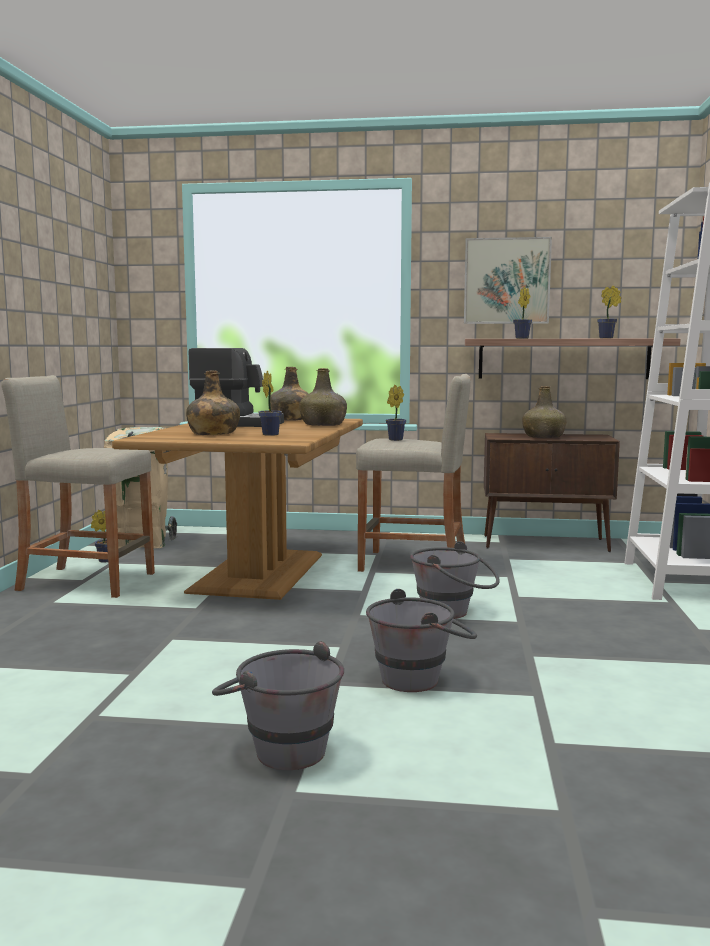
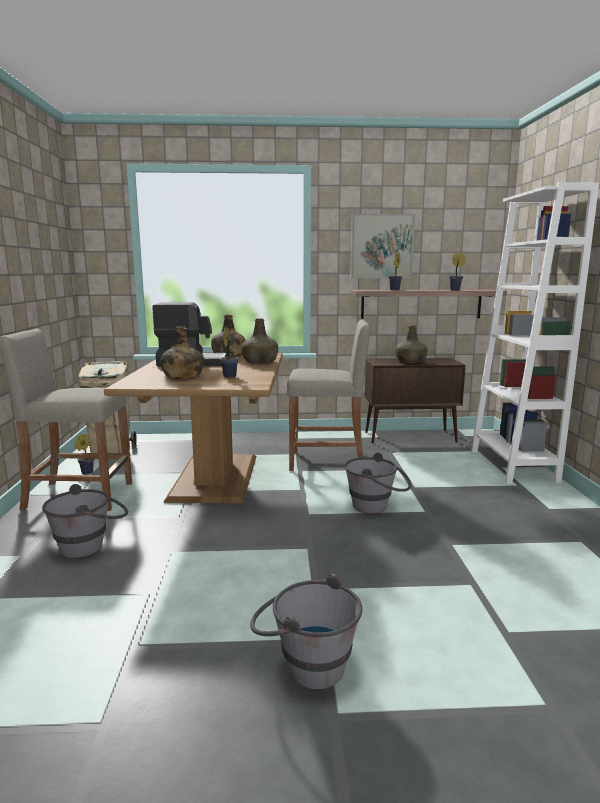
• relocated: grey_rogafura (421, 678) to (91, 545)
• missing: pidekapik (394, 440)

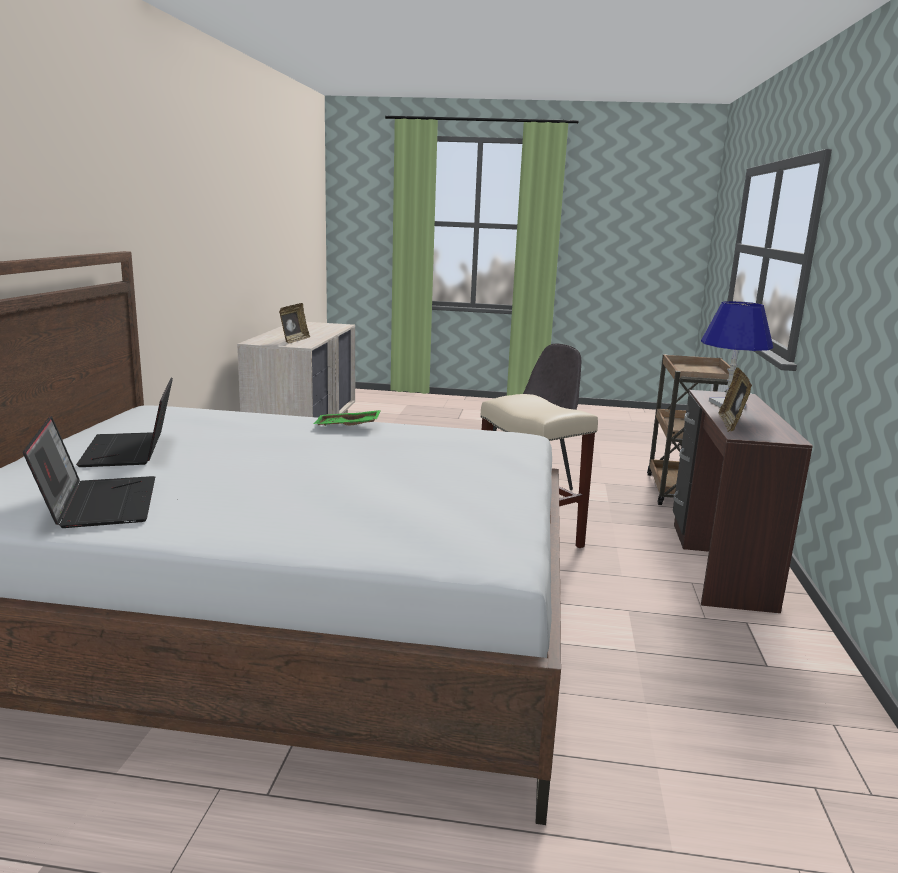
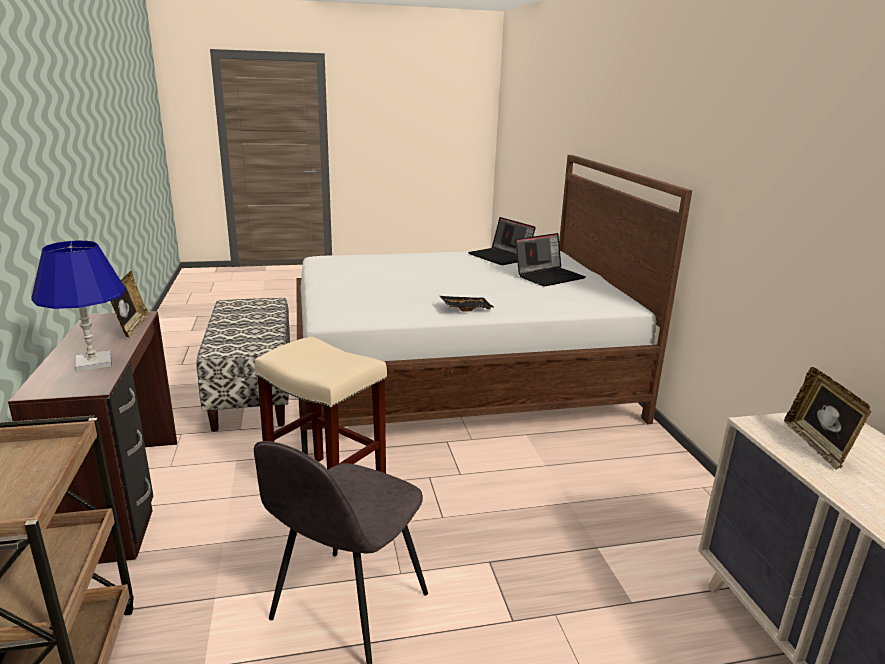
• appeared: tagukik (253, 391)
• colour: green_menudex (347, 426) to black_menudex (466, 308)
• spun: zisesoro (131, 451) = (549, 276) 90 degrees clockwise

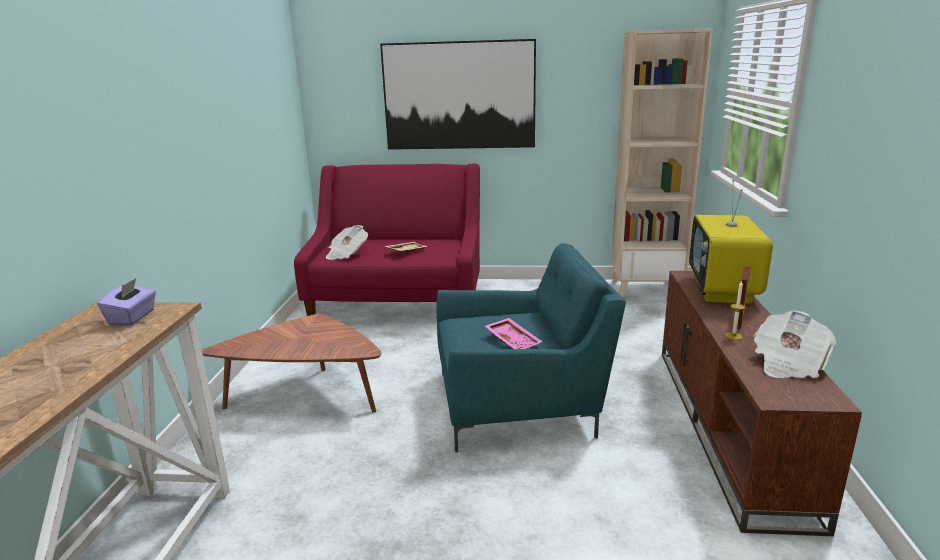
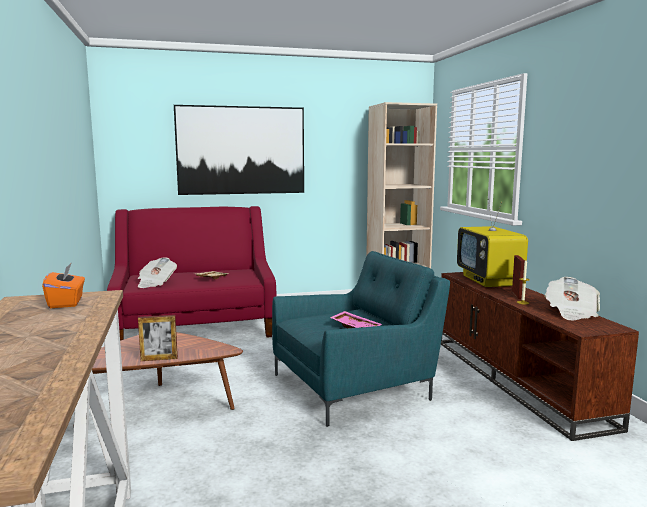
• colour: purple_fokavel (133, 317) to orange_fokavel (66, 302)
• appeared: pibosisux (159, 359)

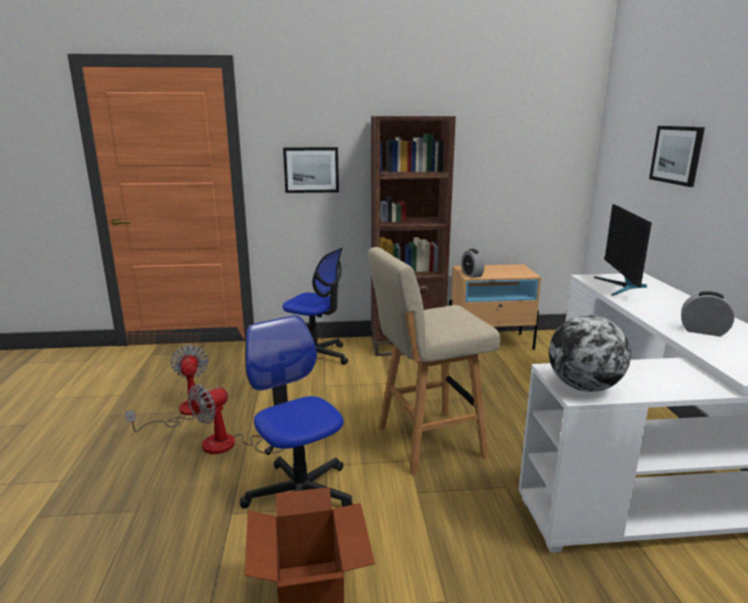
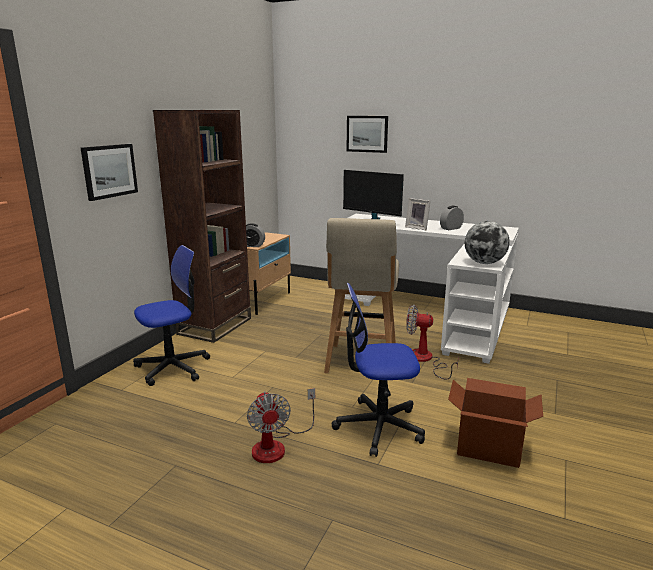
• appeared: pibosisux (417, 228)
• relocated: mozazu (184, 412) to (425, 360)

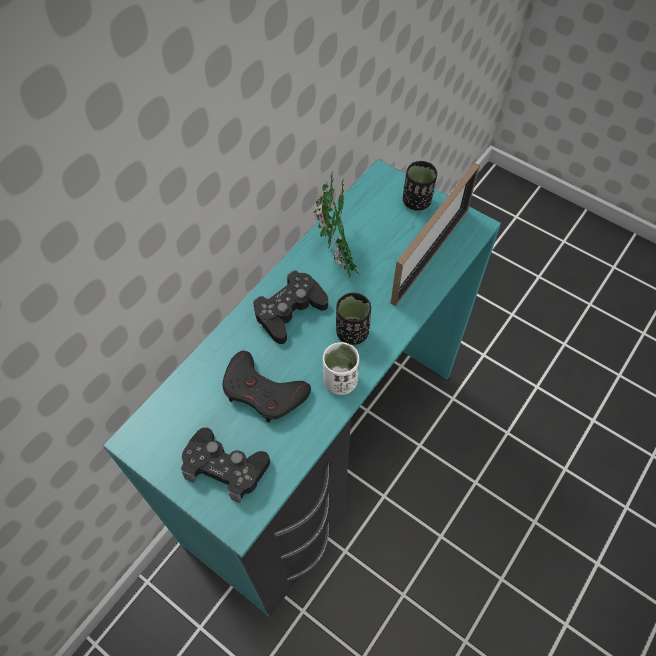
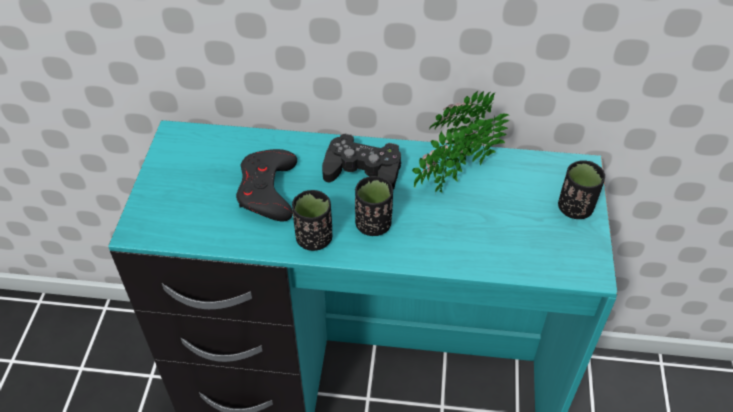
• colour: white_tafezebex (340, 381) to black_tafezebex (314, 238)
• missing: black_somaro (225, 467)
• missing: pibosisux (430, 255)

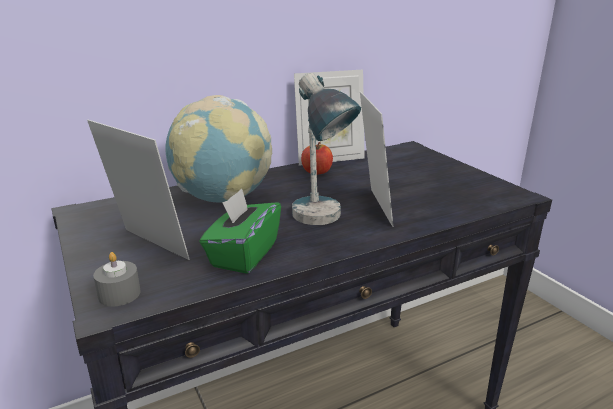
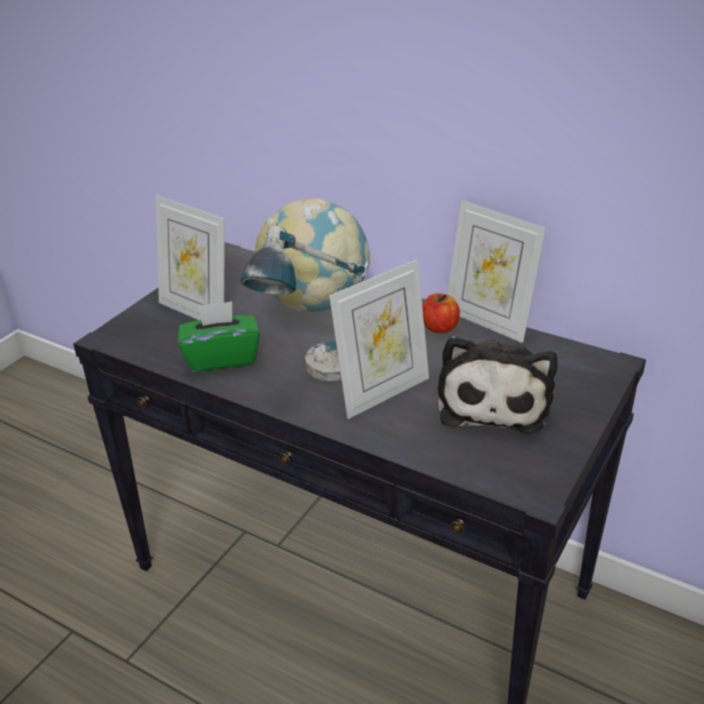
• spun: pibosisux (147, 248) = (197, 312) 120 degrees clockwise
• appeared: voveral (494, 401)
• missing: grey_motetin (119, 294)

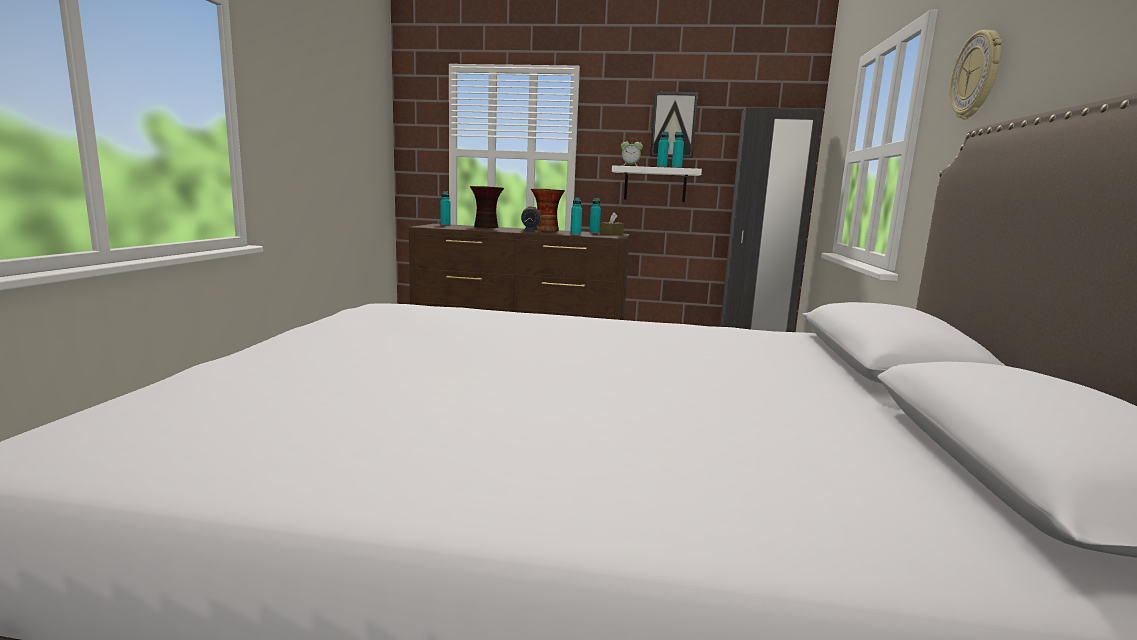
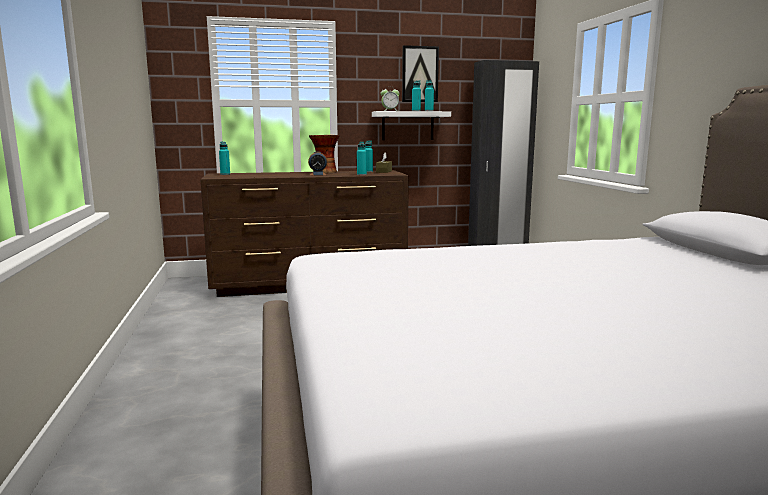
• missing: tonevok (486, 227)
• missing: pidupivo (977, 75)

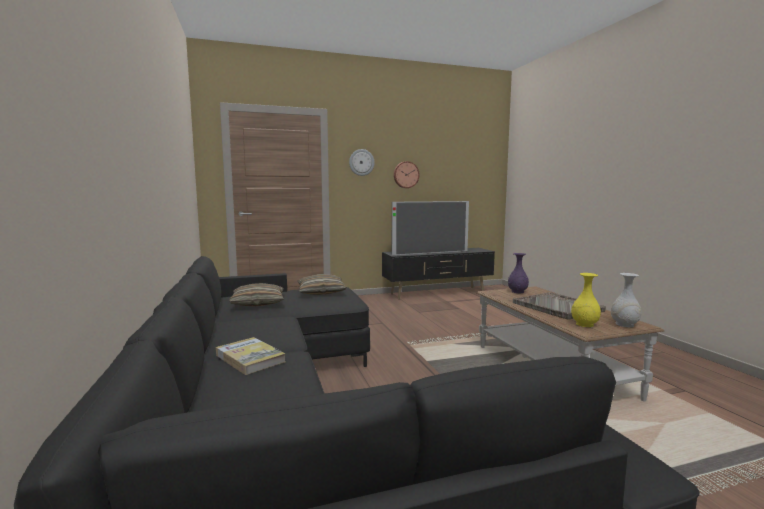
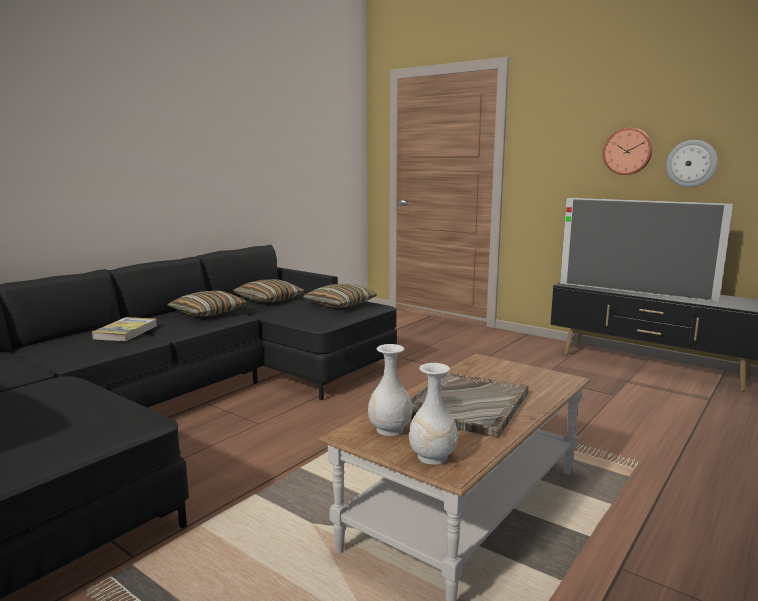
• appeared: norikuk (208, 313)
• colour: yellow_tonevok (584, 324) to white_tonevok (390, 429)
• relocated: pidupivo (361, 162) to (691, 163)
• missing: purple_tonevok (517, 292)

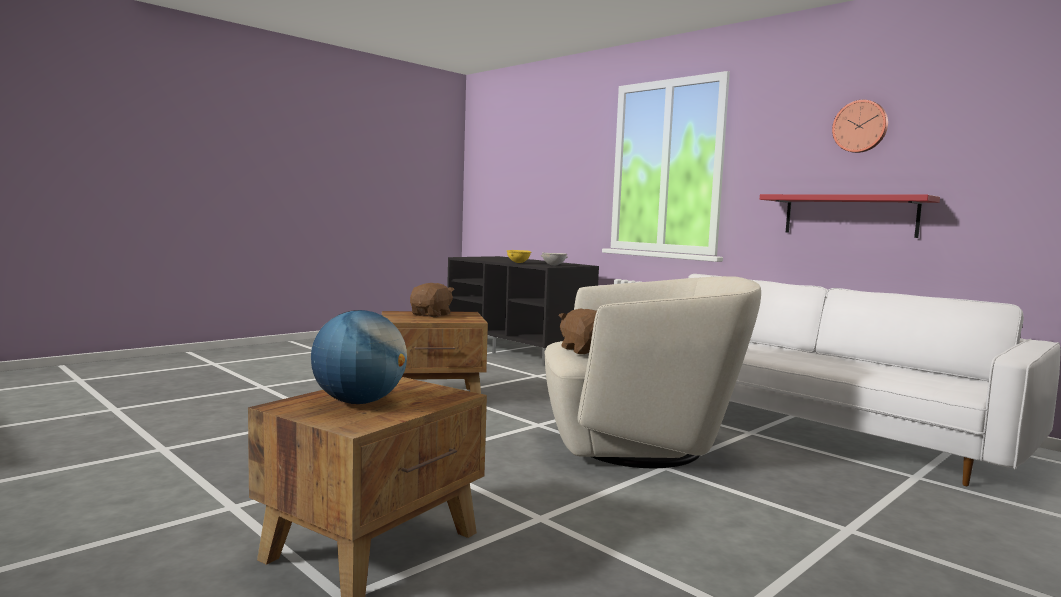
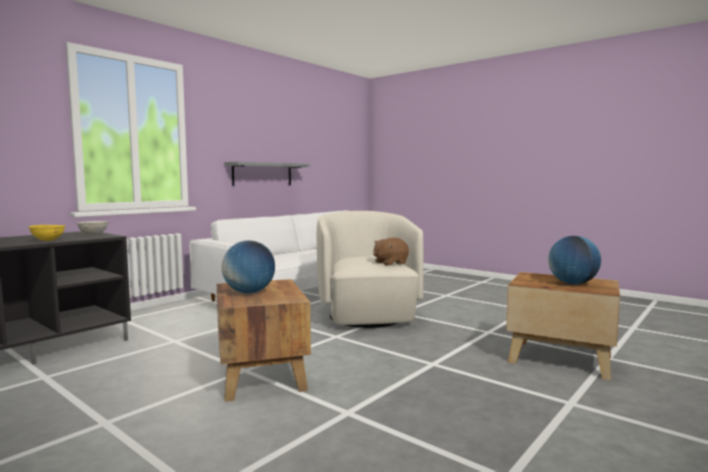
• exchanged: brown_voveral (431, 315) to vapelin (249, 292)
• colour: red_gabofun (849, 215) to grey_gabofun (262, 174)
• missing: pidupivo (860, 126)

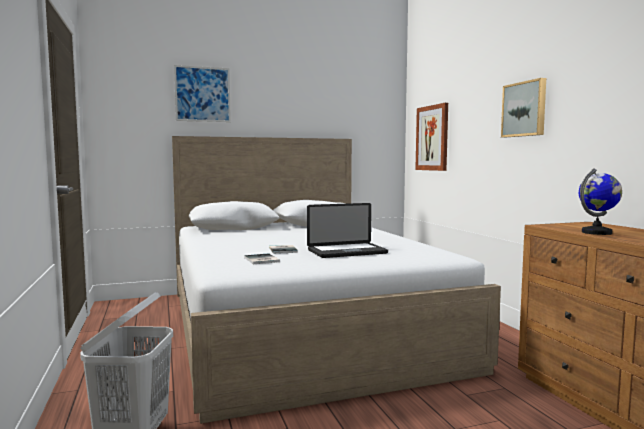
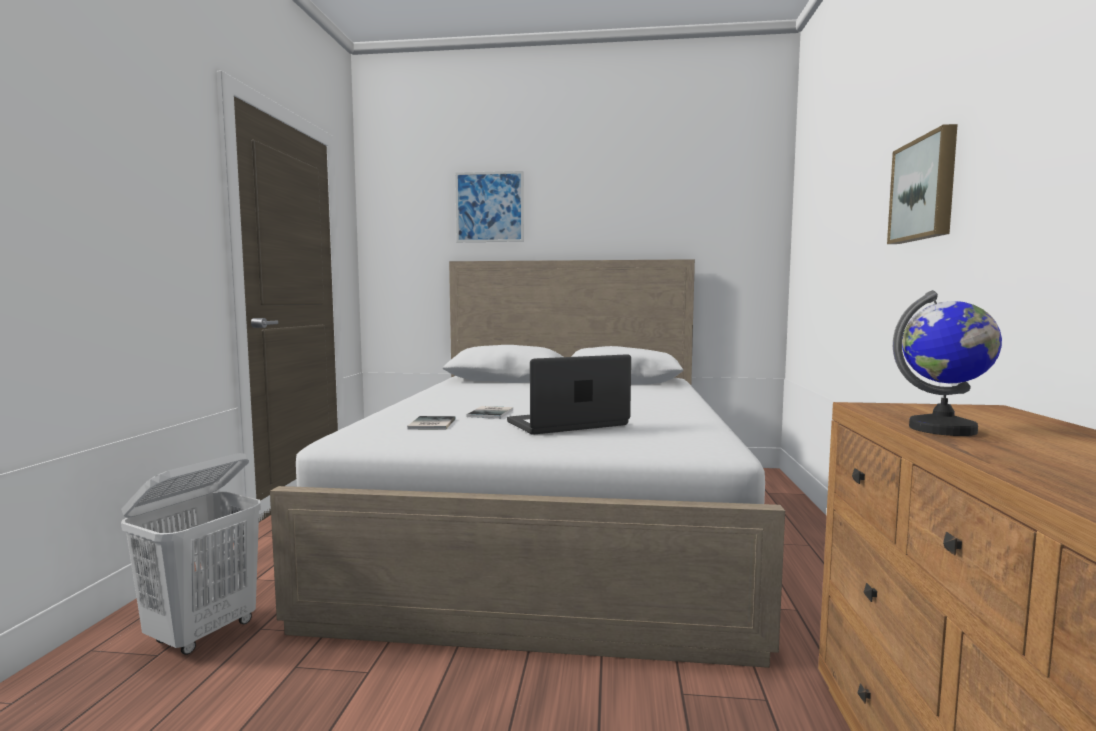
• spun: zisesoro (347, 252) = (567, 424) 150 degrees clockwise
• missing: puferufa (432, 138)

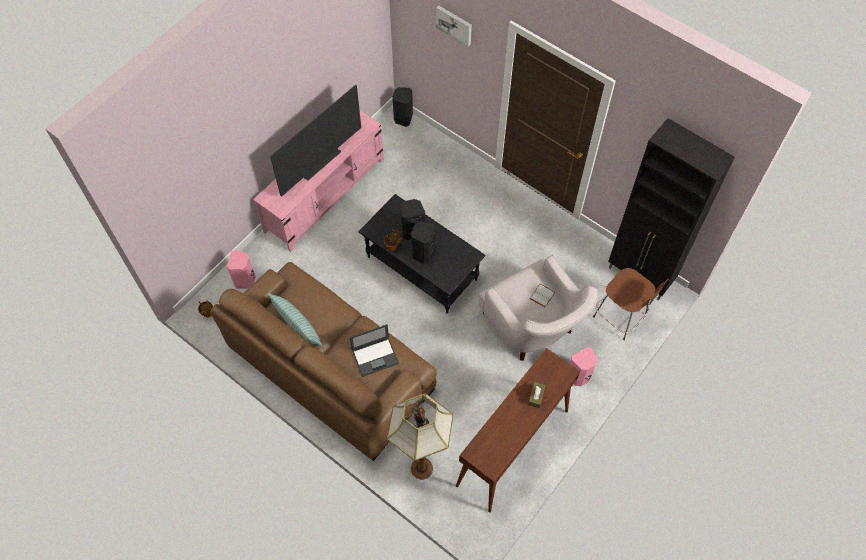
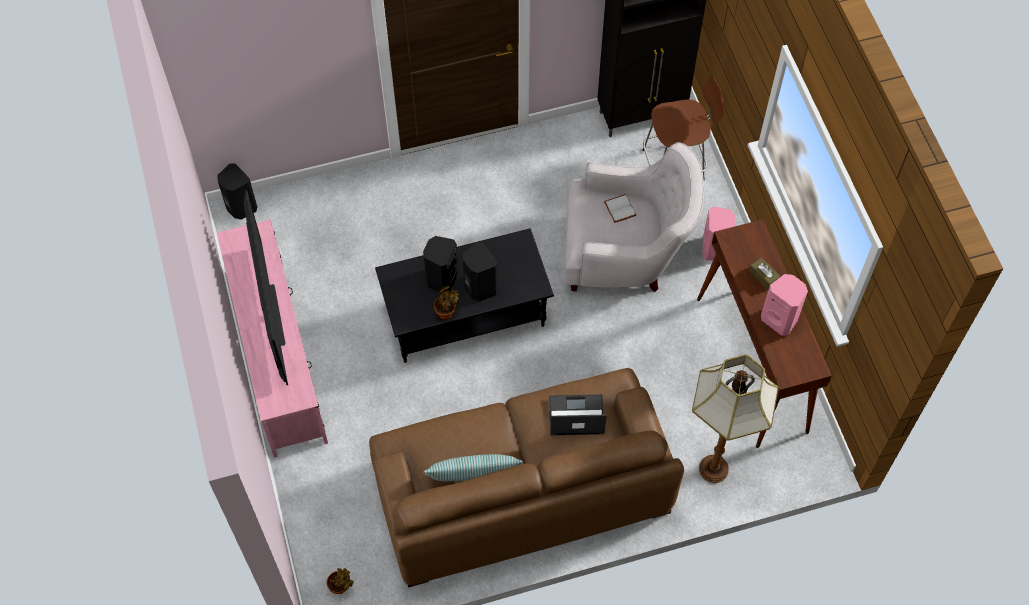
• spun: zisesoro (375, 356) = (575, 415) 105 degrees counterclockwise
• relocated: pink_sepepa (245, 280) to (780, 319)
• missing: puferufa (454, 25)

